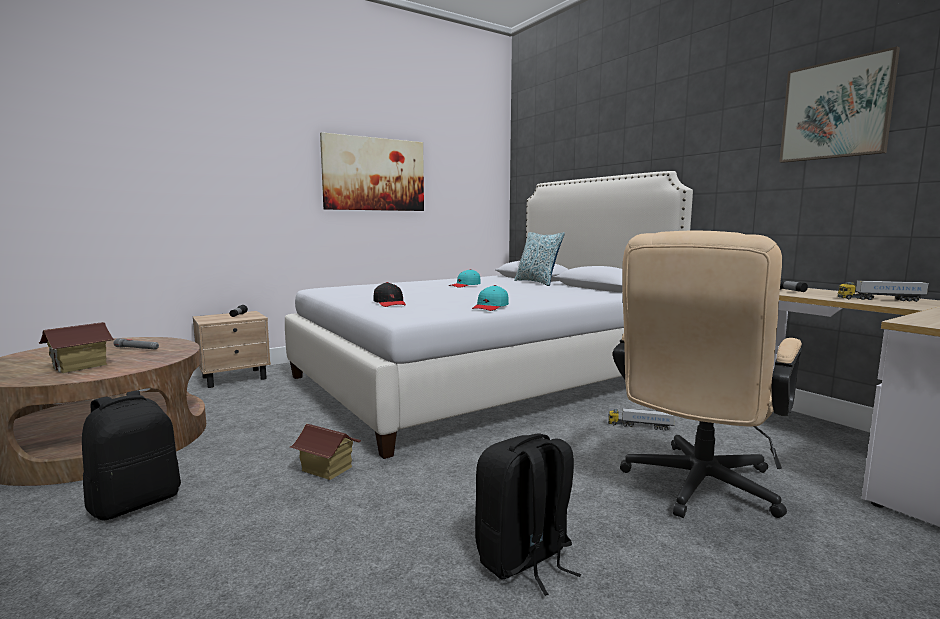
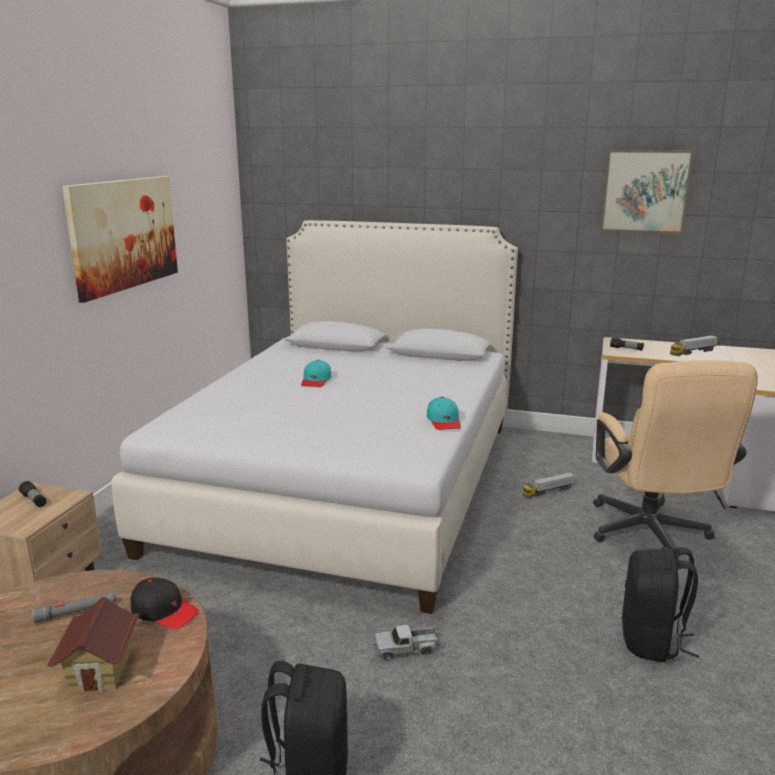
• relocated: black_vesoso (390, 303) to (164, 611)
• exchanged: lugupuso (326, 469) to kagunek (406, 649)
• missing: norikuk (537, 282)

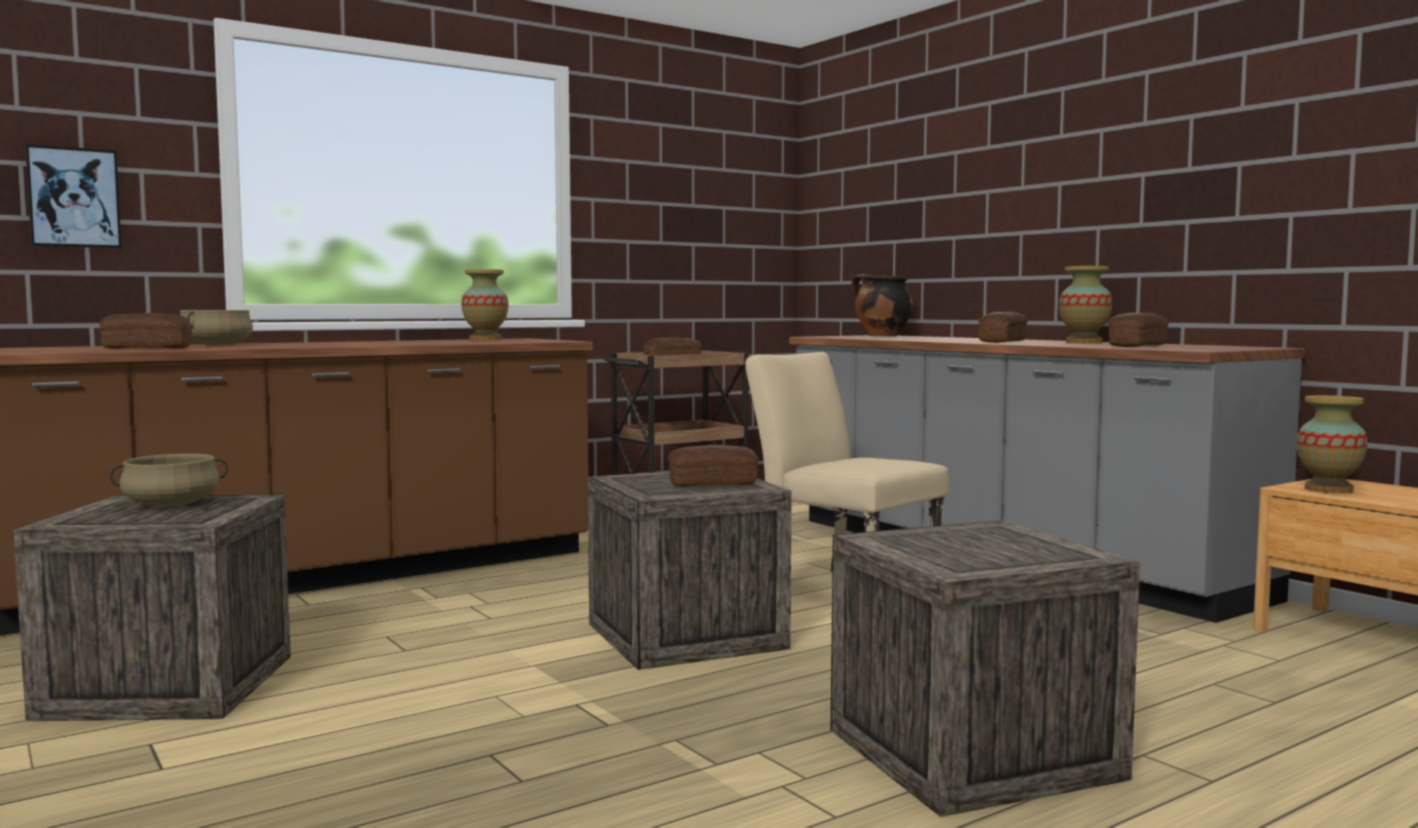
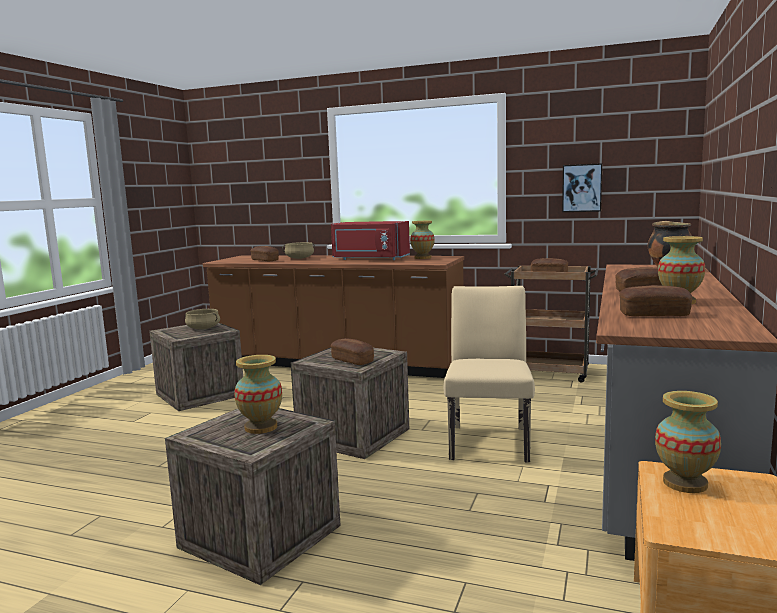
• appeared: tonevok (261, 427)
• appeared: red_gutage (369, 259)
• relocated: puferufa (74, 198) to (582, 188)

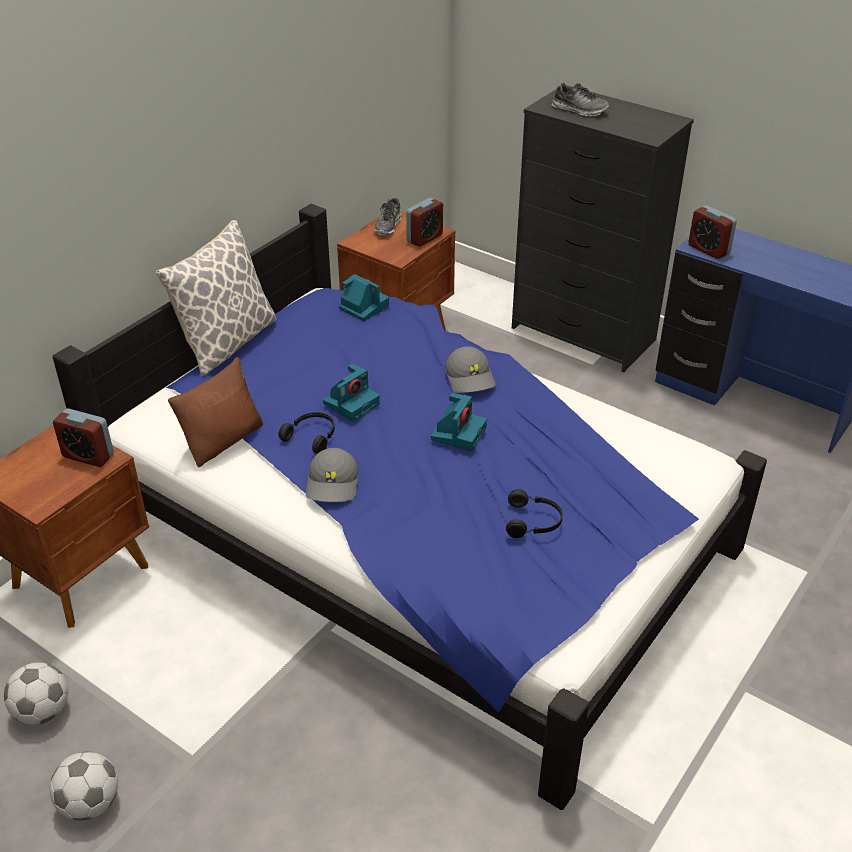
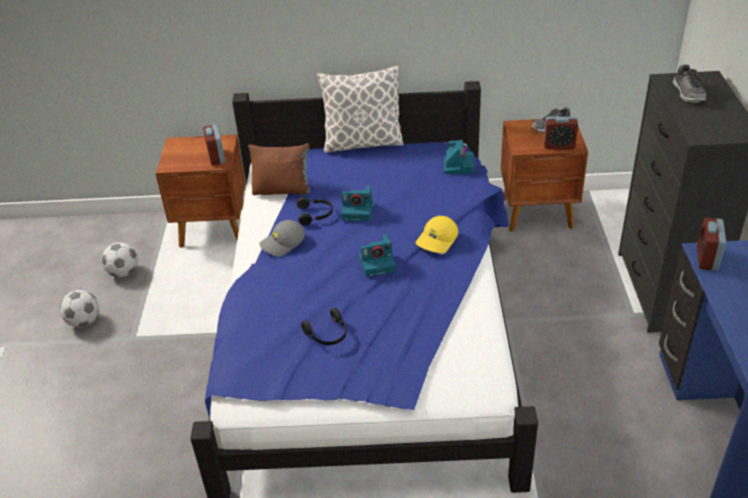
• colour: grey_vesoso (471, 378) to yellow_vesoso (437, 240)

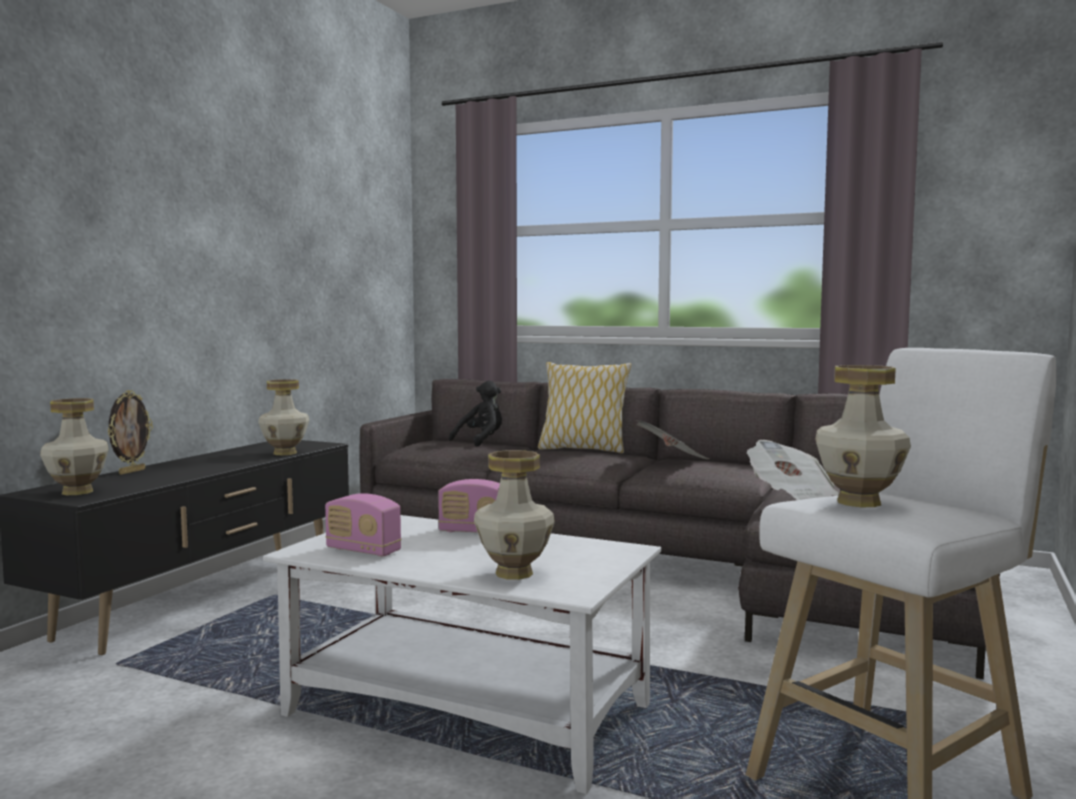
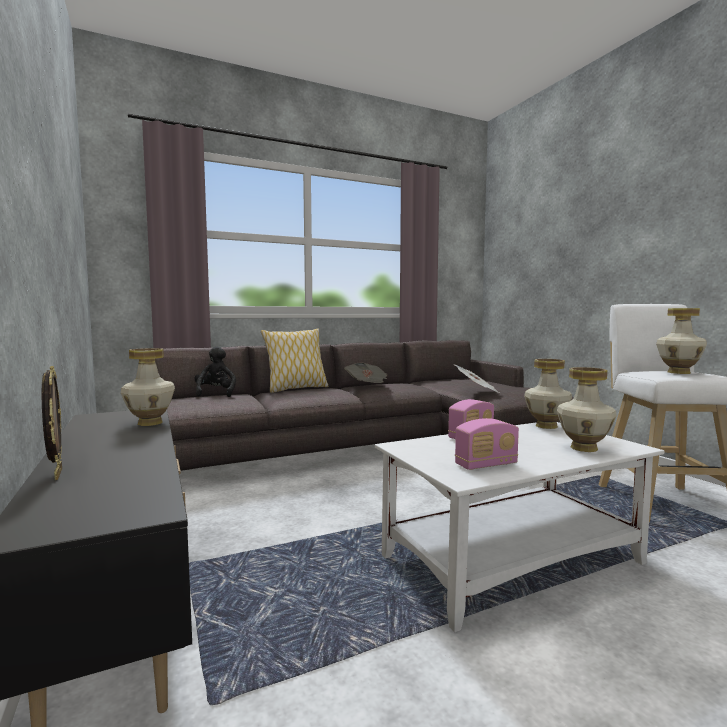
• relocated: tonevok (78, 492) to (547, 426)

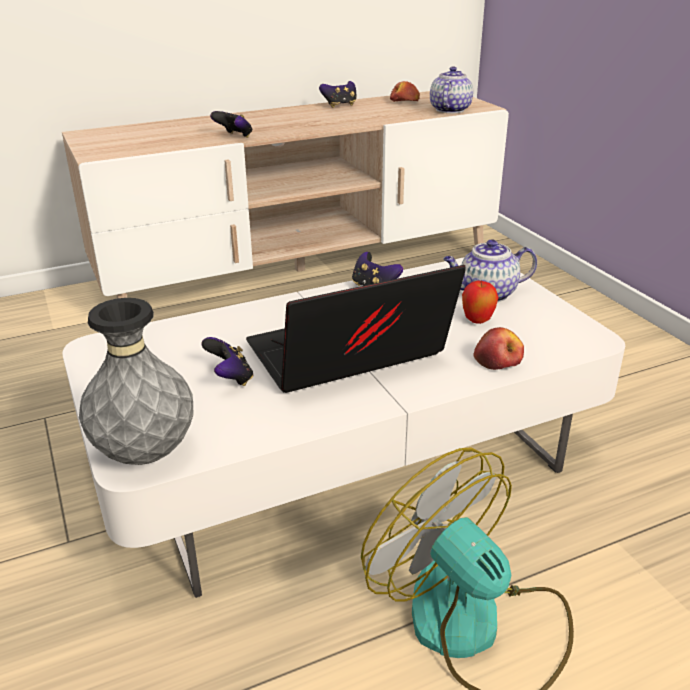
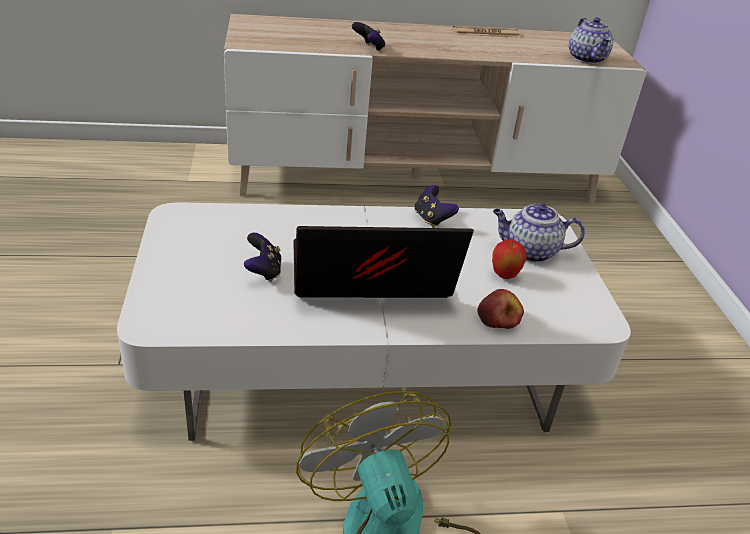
• exchanged: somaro (340, 105) to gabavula (486, 33)
• spun: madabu (449, 110) = (587, 59) 135 degrees clockwise
• missing: grey_tonevok (146, 454)
• missing: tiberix (404, 103)

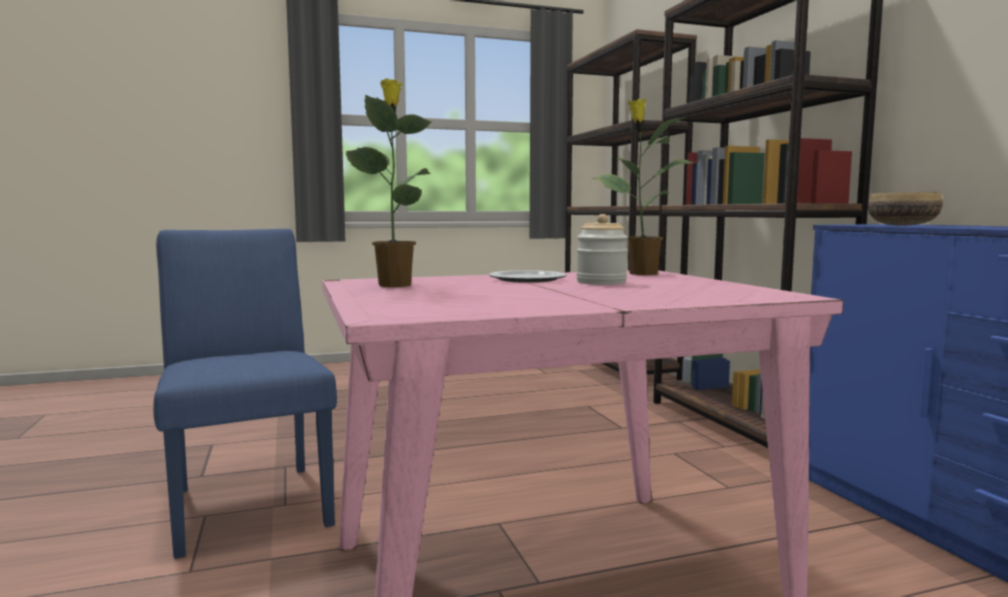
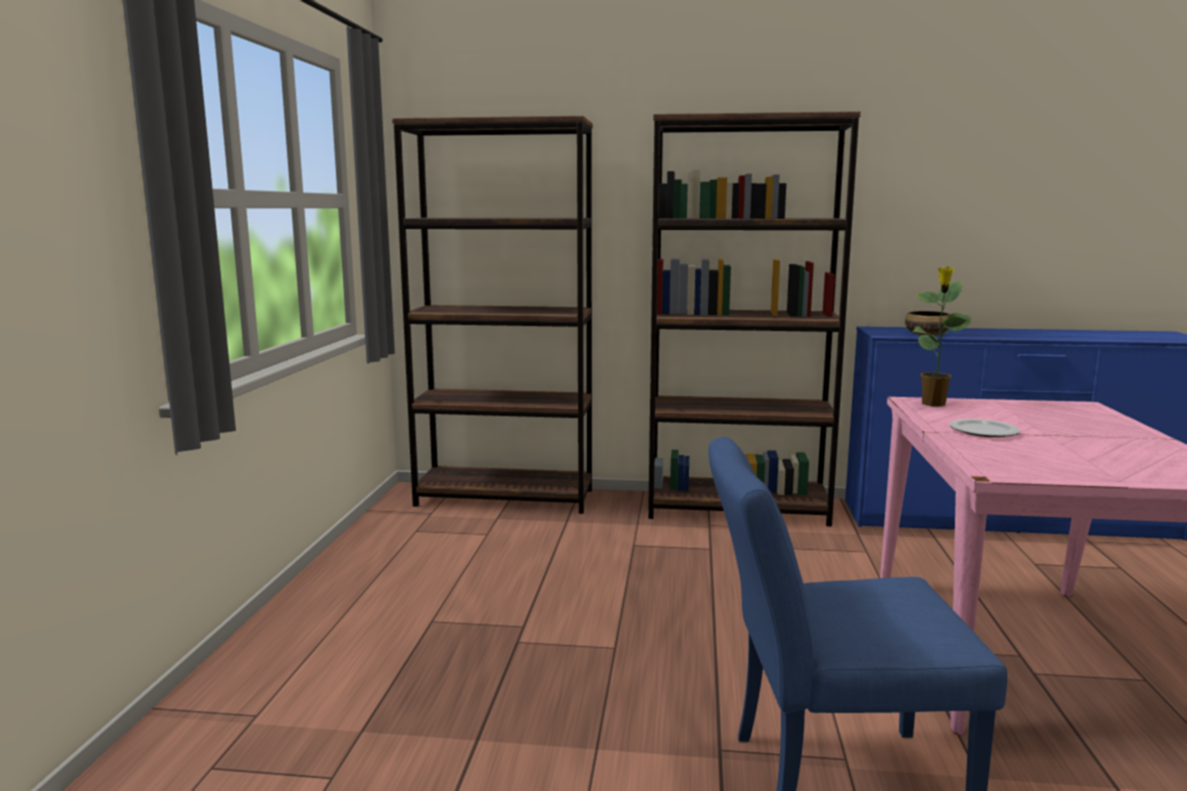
• missing: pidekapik (395, 285)
• missing: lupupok (601, 282)

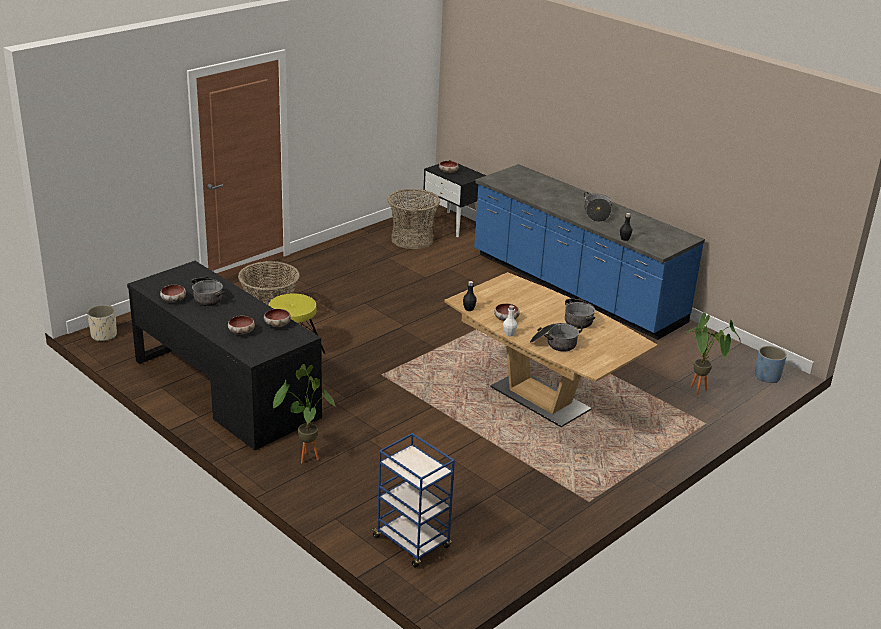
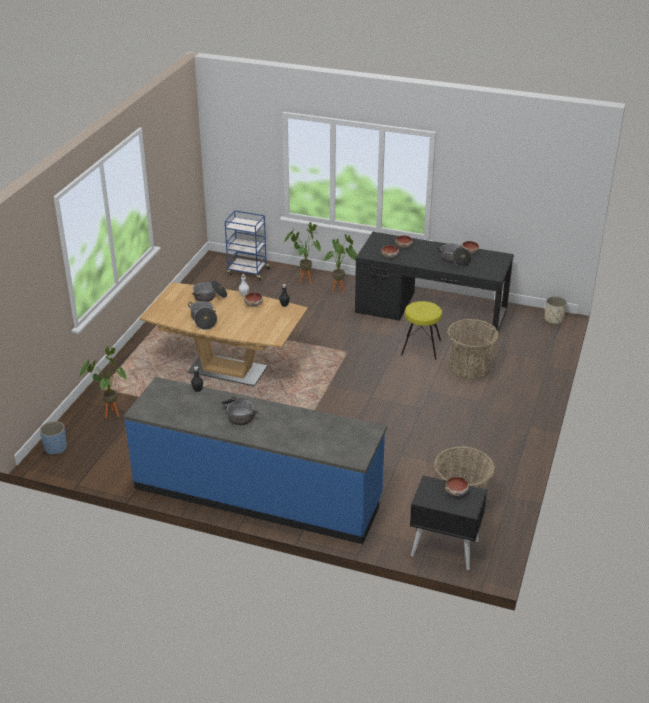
• appeared: pidekapik (304, 280)

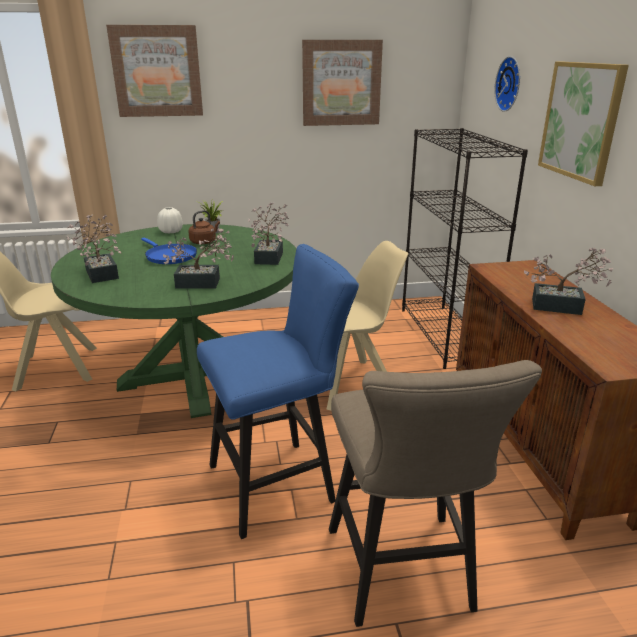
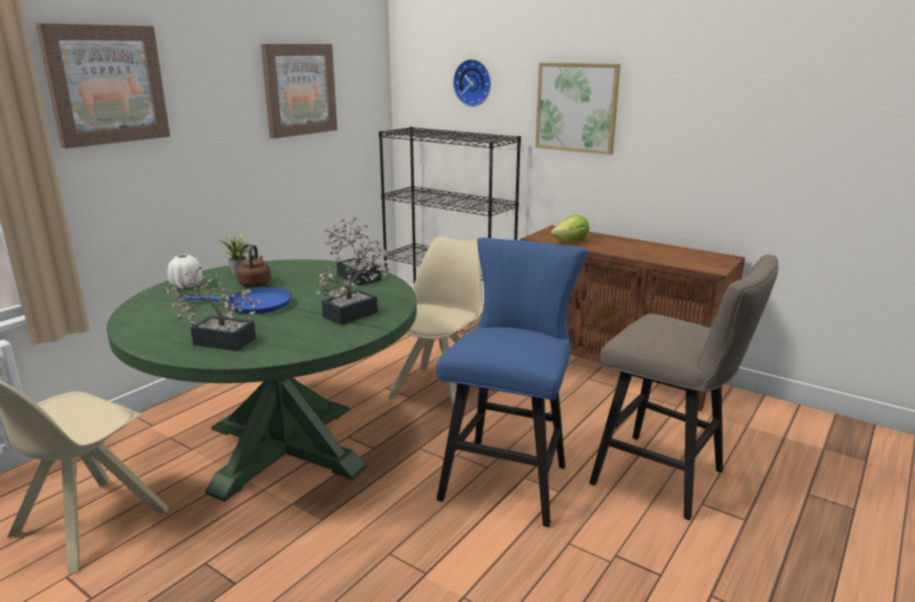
• appeared: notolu (571, 242)
• missing: pidekapik (563, 307)

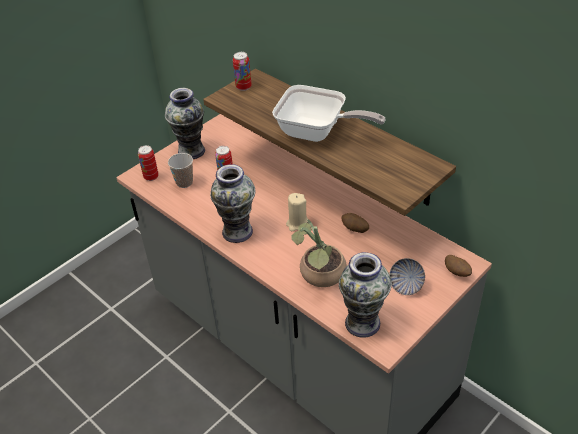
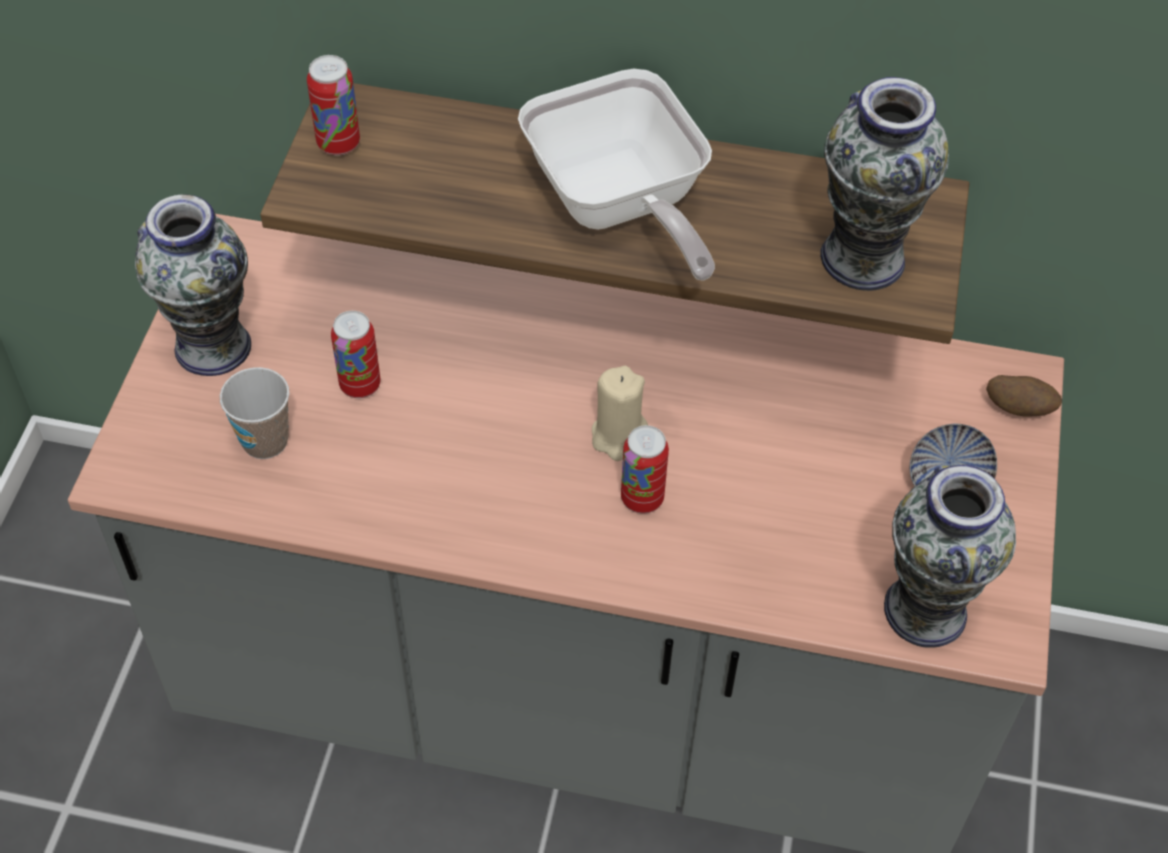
• spun: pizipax (317, 133) = (619, 207) 75 degrees clockwise
• relocated: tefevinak (151, 177) to (642, 498)
• relocated: tonevok (237, 231) to (861, 258)
• missing: pidekapik (320, 276)
• missing: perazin (354, 229)

